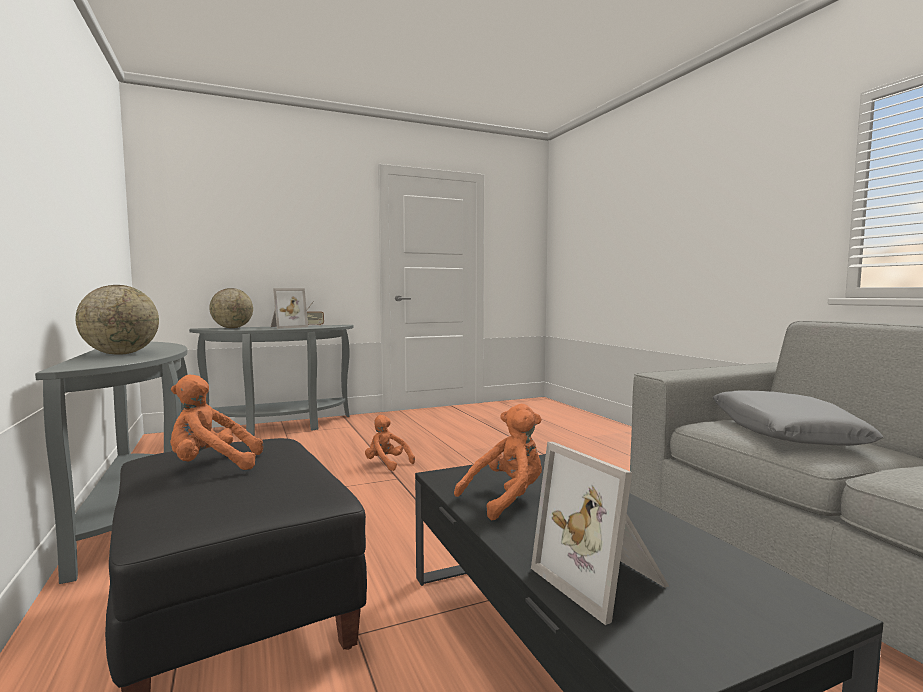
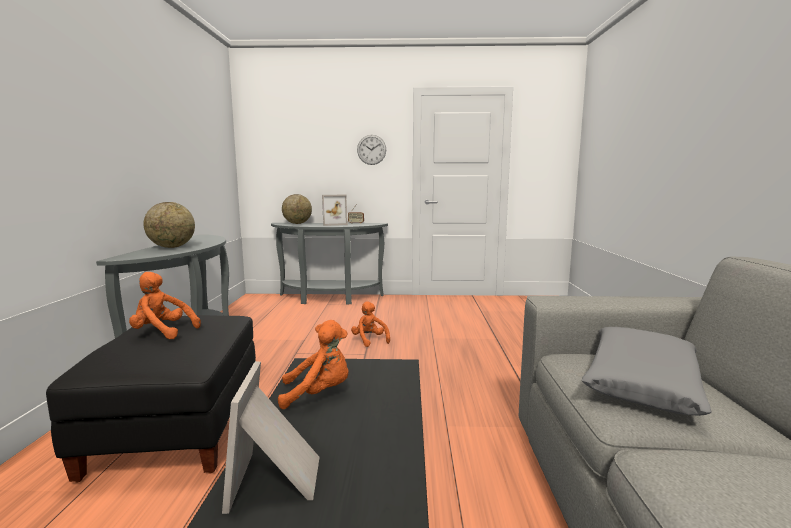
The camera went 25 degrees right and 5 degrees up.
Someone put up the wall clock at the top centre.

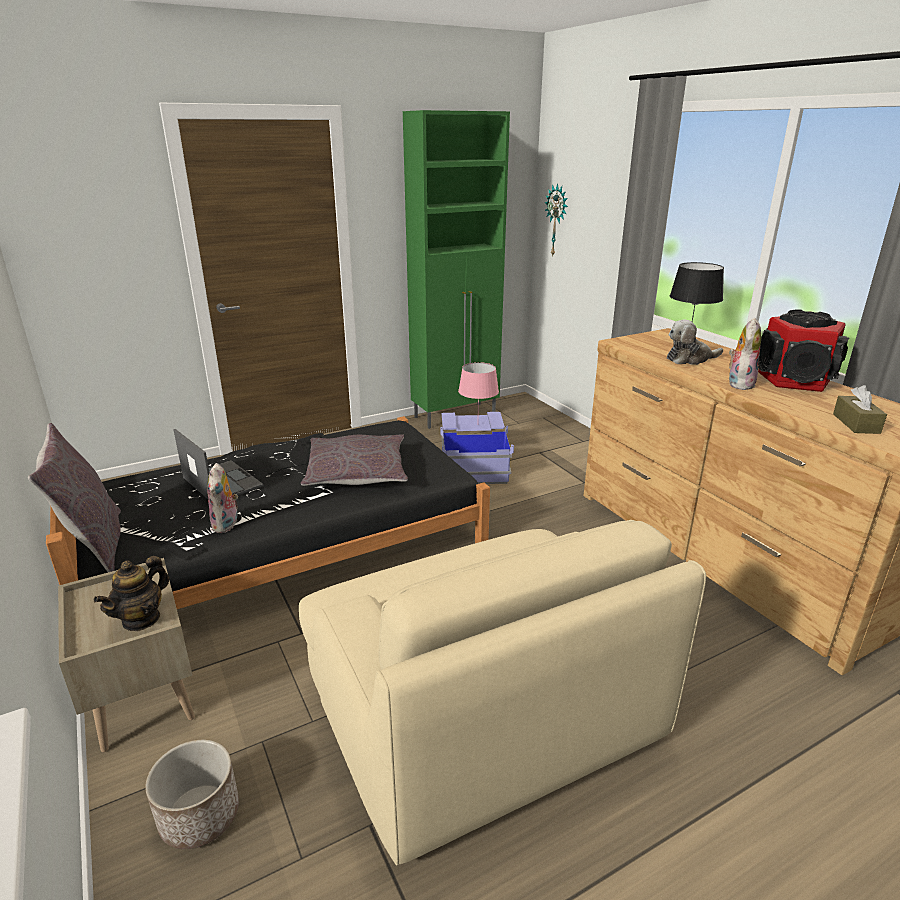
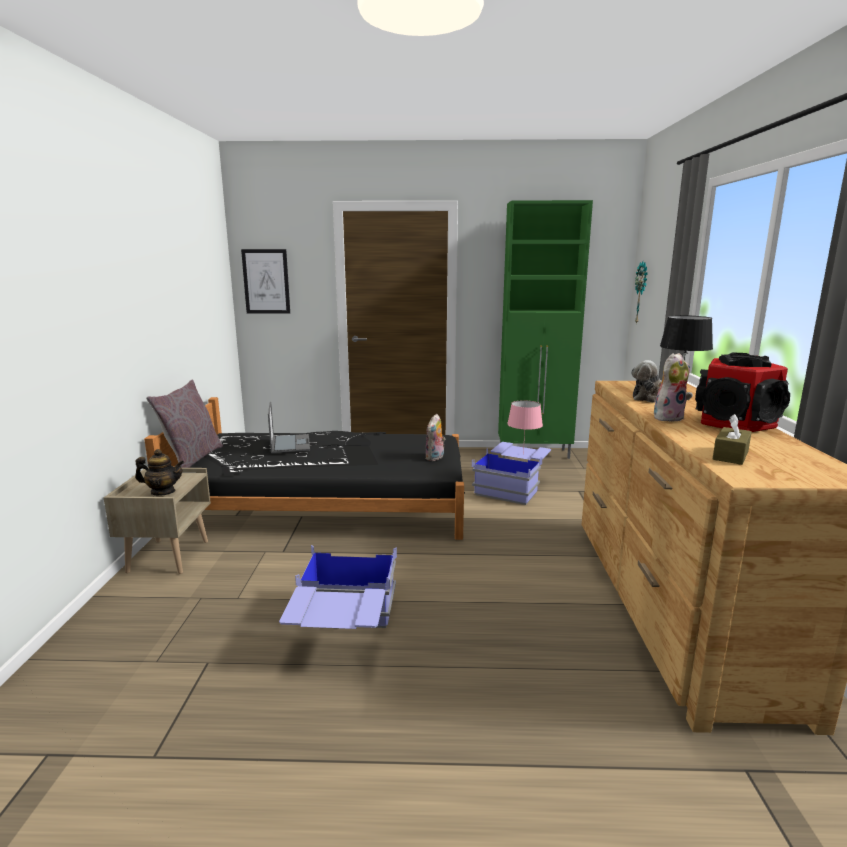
The camera went 30 degrees right and 10 degrees down.
Someone rotated the pot for tea at the middle left by 150 degrees counterclockwise.
Someone took away the planter at the bottom left.
Someone carried the plush toy (1st from left) from the middle left to the centre.
Someone swapped the armchair/sand-coloured at the bottom centre for the storage box/blue (1st from left) at the bottom centre.
Someone took away the cushion/gray (2nd from left) at the centre.
Someone put up the picture at the top left.

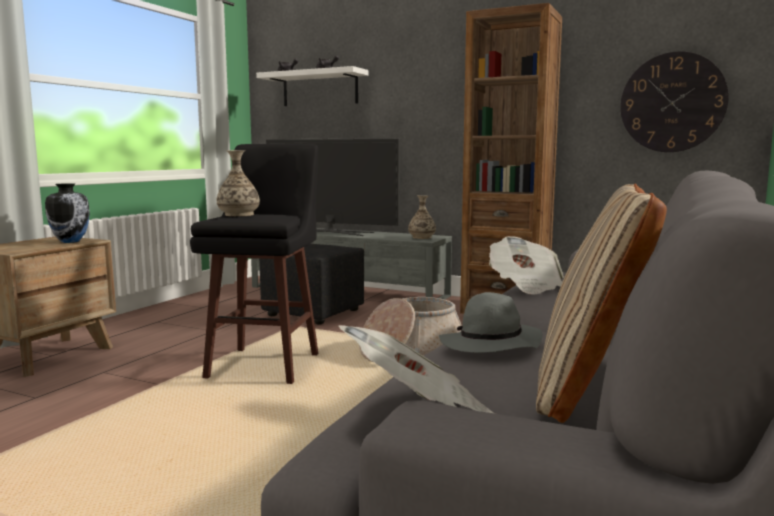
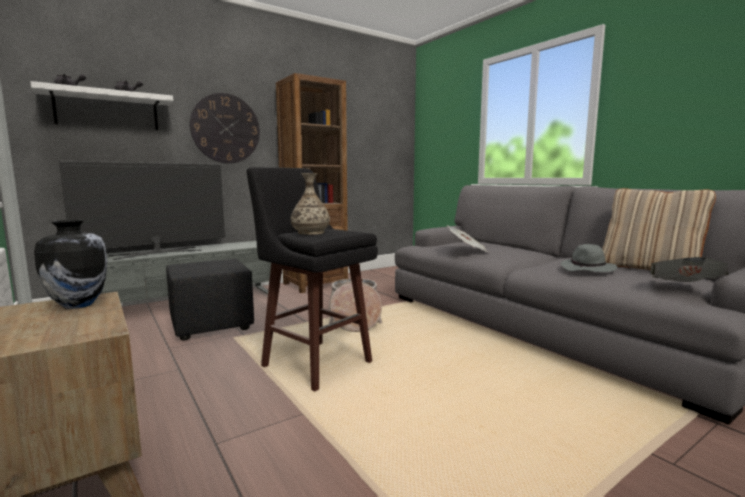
The camera went 60 degrees left and 0 degrees up.
Someone took away the vase (3rd from left) at the centre.
Someone carried the wall clock from the top right to the top left.

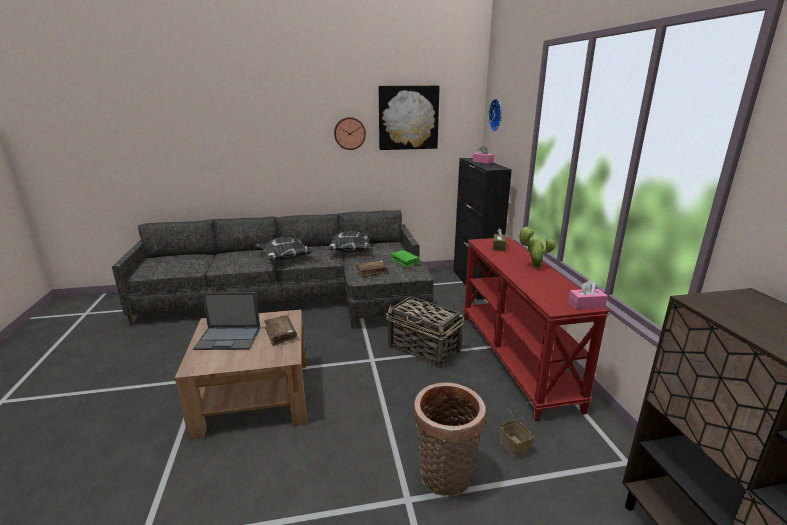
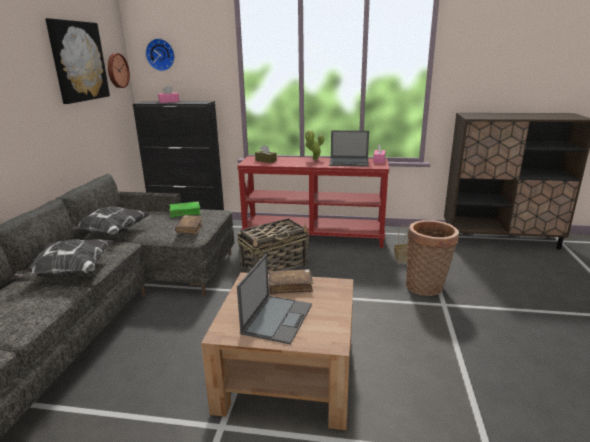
The camera went 70 degrees left and 0 degrees up.
Someone carried the wall clock (1st from left) from the top centre to the top left.
Someone put down the laptop (2nd from left) at the centre.

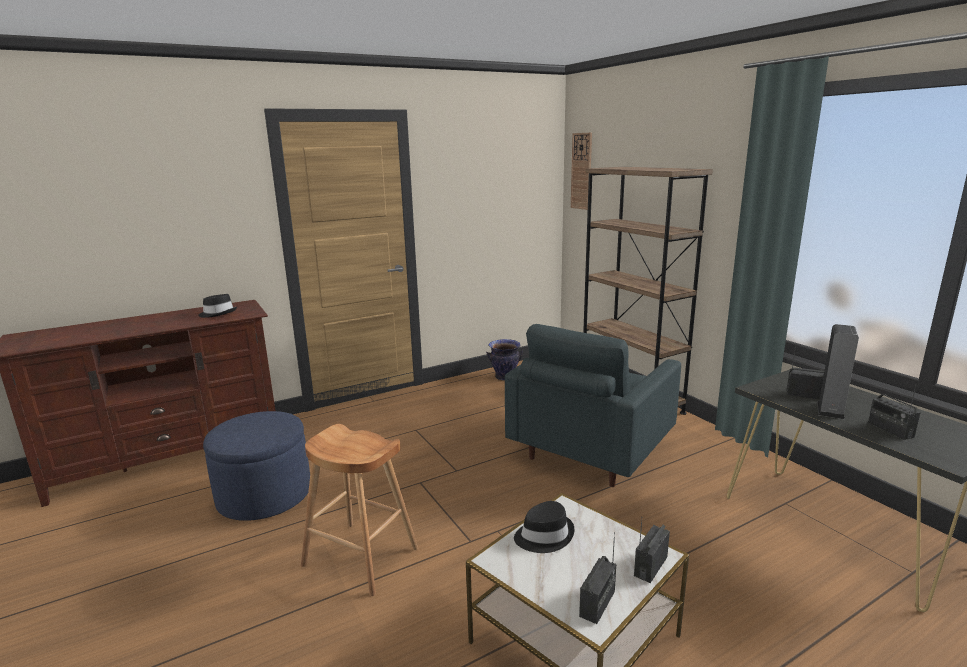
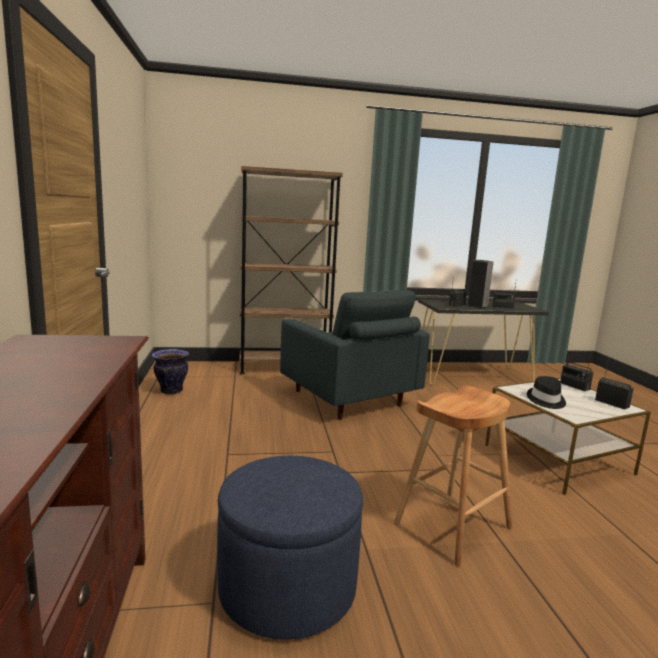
The camera went 70 degrees left and 5 degrees down.
Someone took away the hat/black-coloured (1st from left) at the middle left.
Someone took away the wall clock at the top centre.

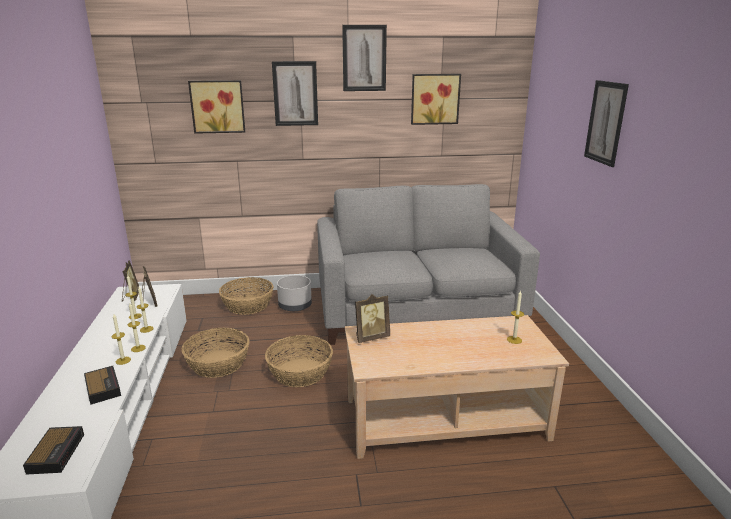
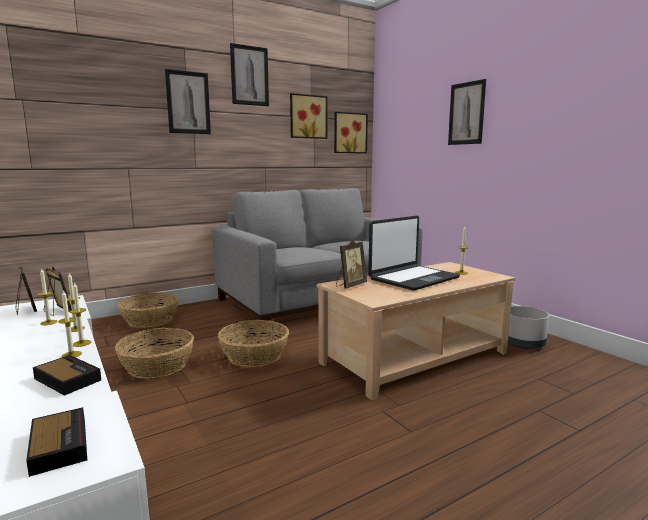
The camera went 25 degrees left and 10 degrees down.
Someone carried the picture (1st from left in the first image) from the top left to the top centre.
Someone carried the planter/gray from the centre to the middle right.
Someone put down the laptop at the centre.

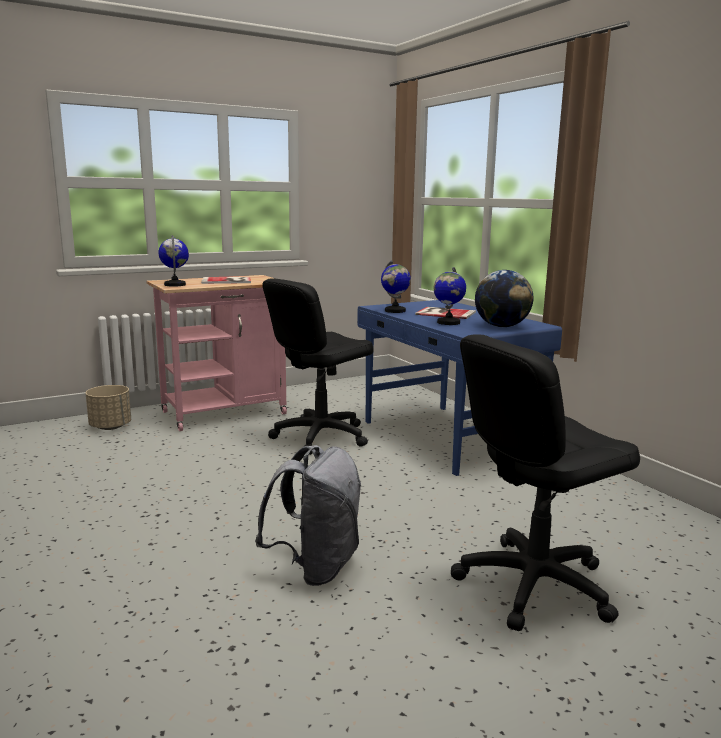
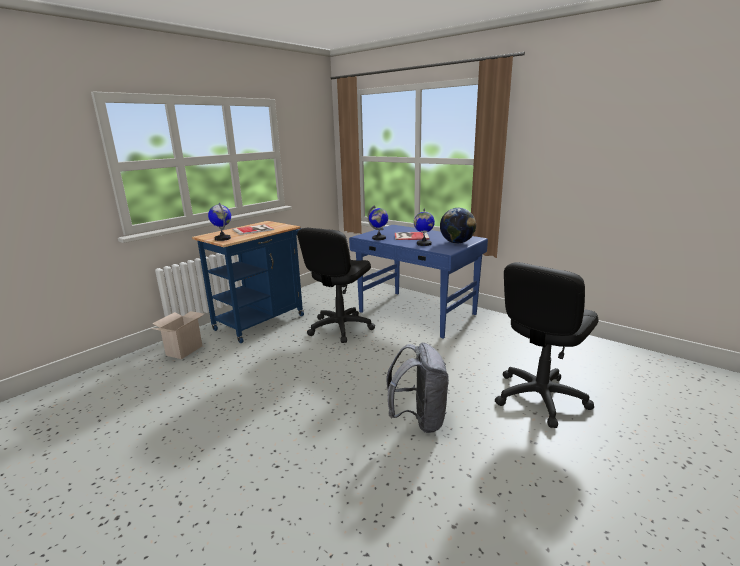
The camera went 20 degrees left and 5 degrees up.
Someone swapped the planter/sand-coloured at the middle left for the cardboard box at the middle left.
Someone repainted the wheeled cart/pink at the middle left, which became the wheeled cart/blue at the centre.

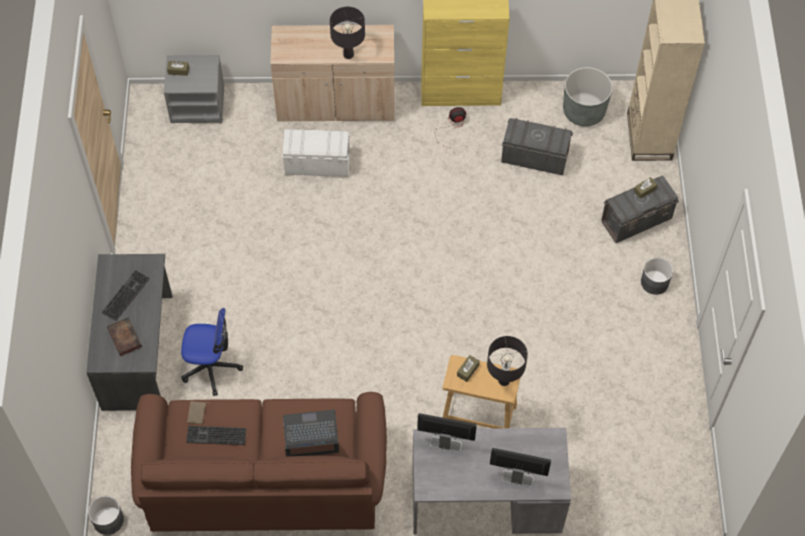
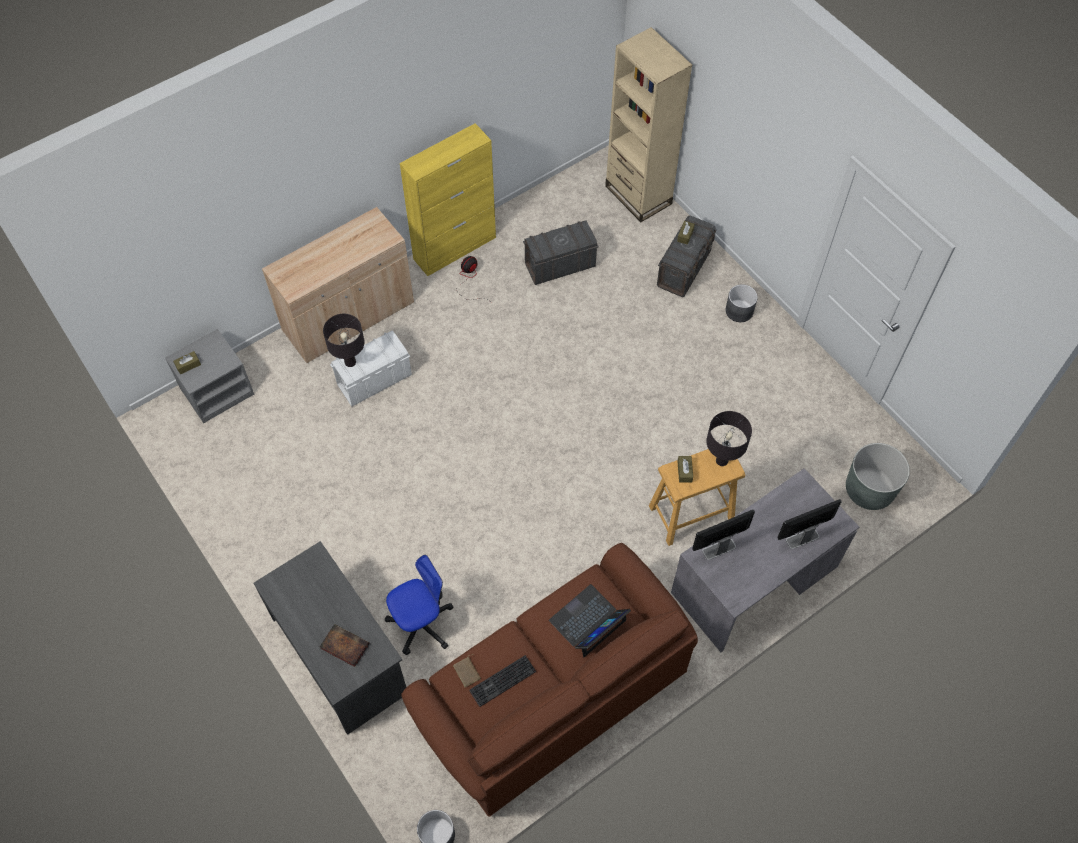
The camera went 35 degrees left and 0 degrees up.
Someone took away the keyboard (1st from left) at the middle left.
Someone carried the tabletop lamp/black-coloured (1st from left) from the top centre to the middle left.
Someone carried the planter/gray (2nd from left in the first image) from the top right to the middle right.

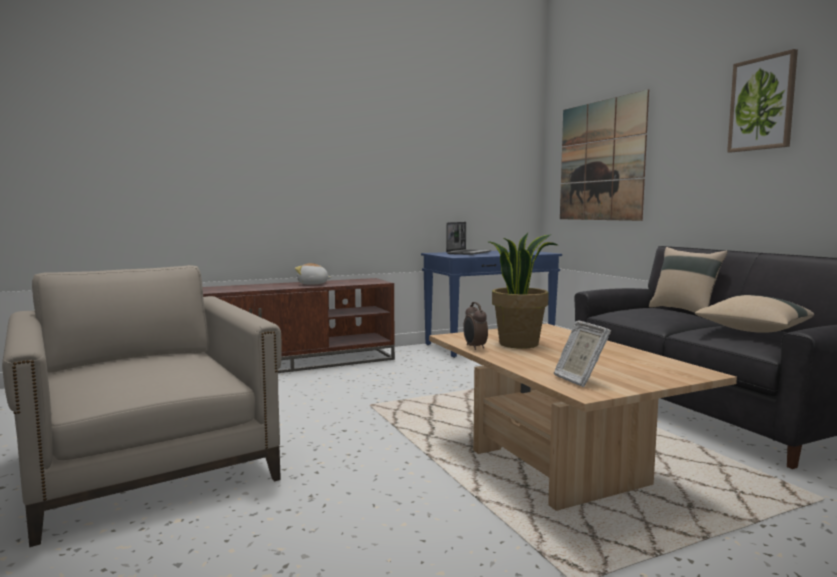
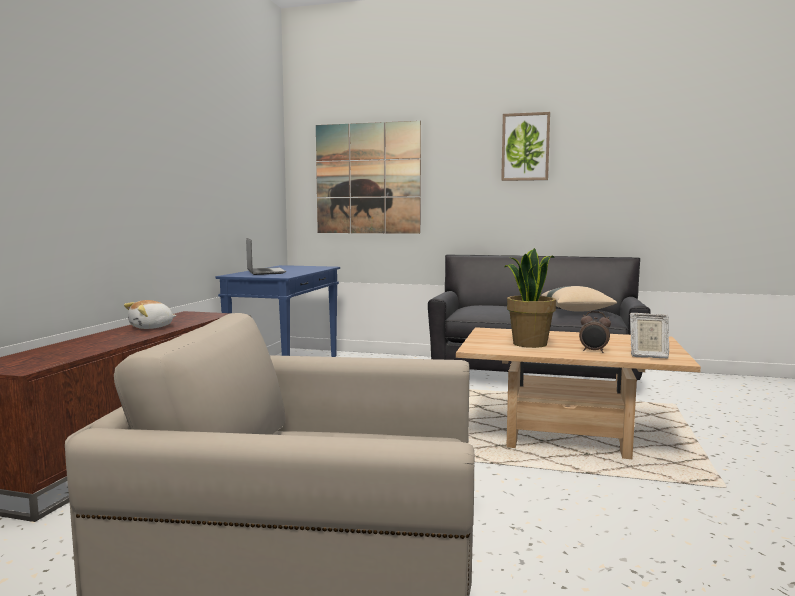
The camera went 50 degrees left and 0 degrees up.
Someone carried the alarm clock from the centre to the middle right.
Someone took away the cushion/sand-coloured (1st from left) at the middle right.

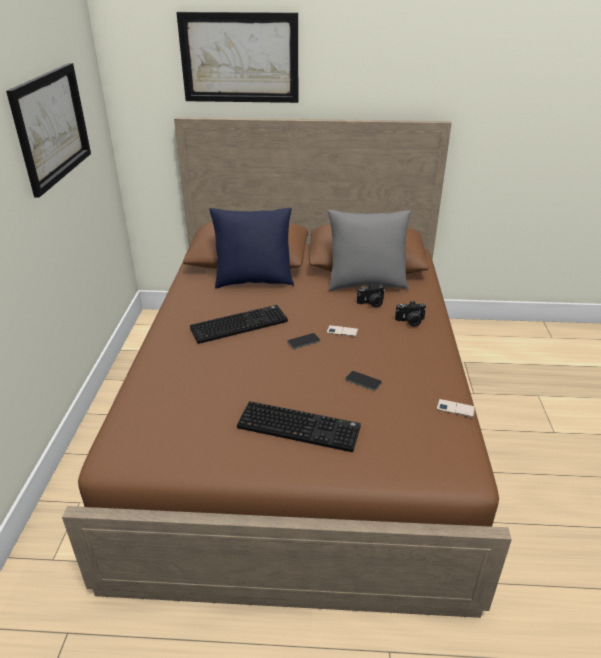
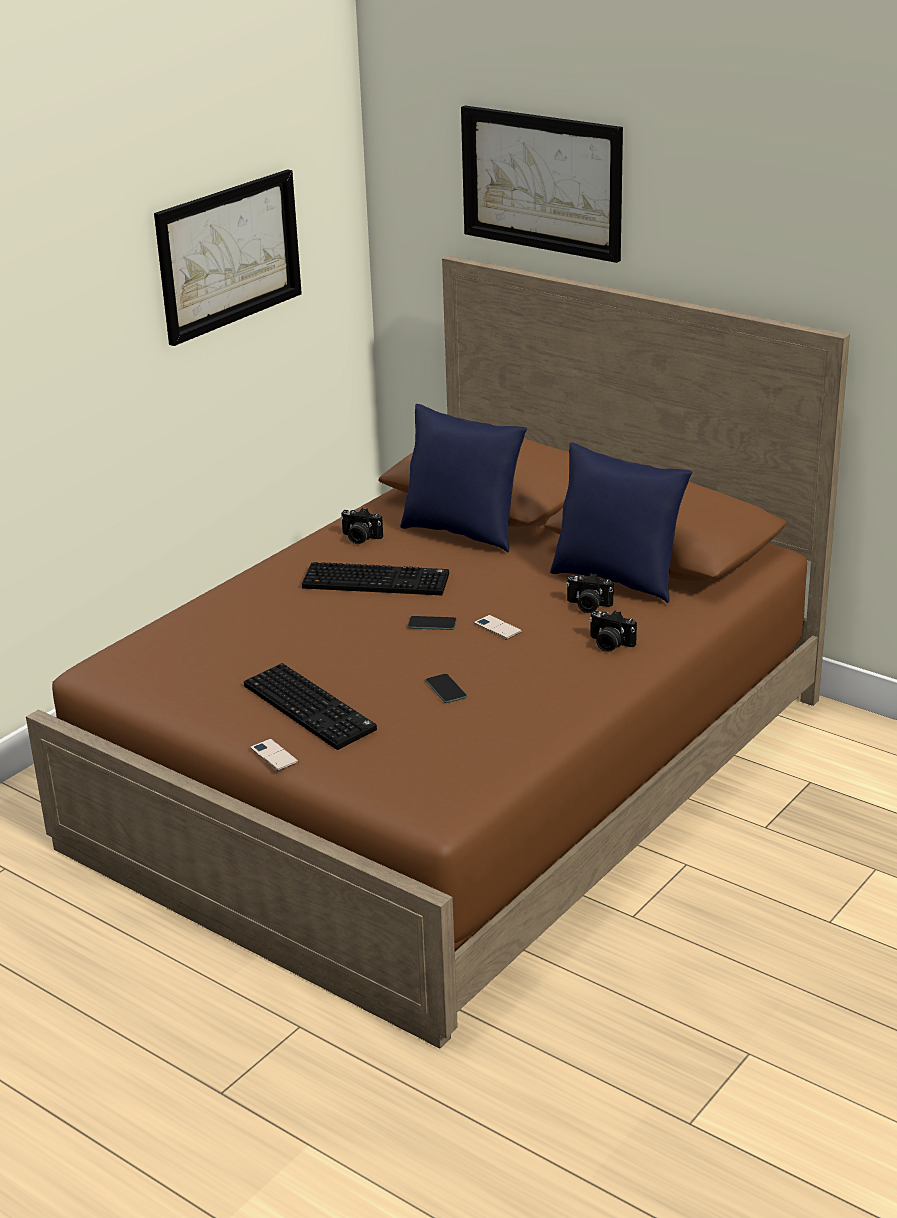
The camera went 35 degrees right and 5 degrees down.
Someone repainted the cushion/gray at the centre, which became the cushion/blue (2nd from left) at the middle right.
Someone carried the phone (4th from left in the first image) from the middle right to the middle left.
Someone put down the photo camera (1st from left) at the centre.

